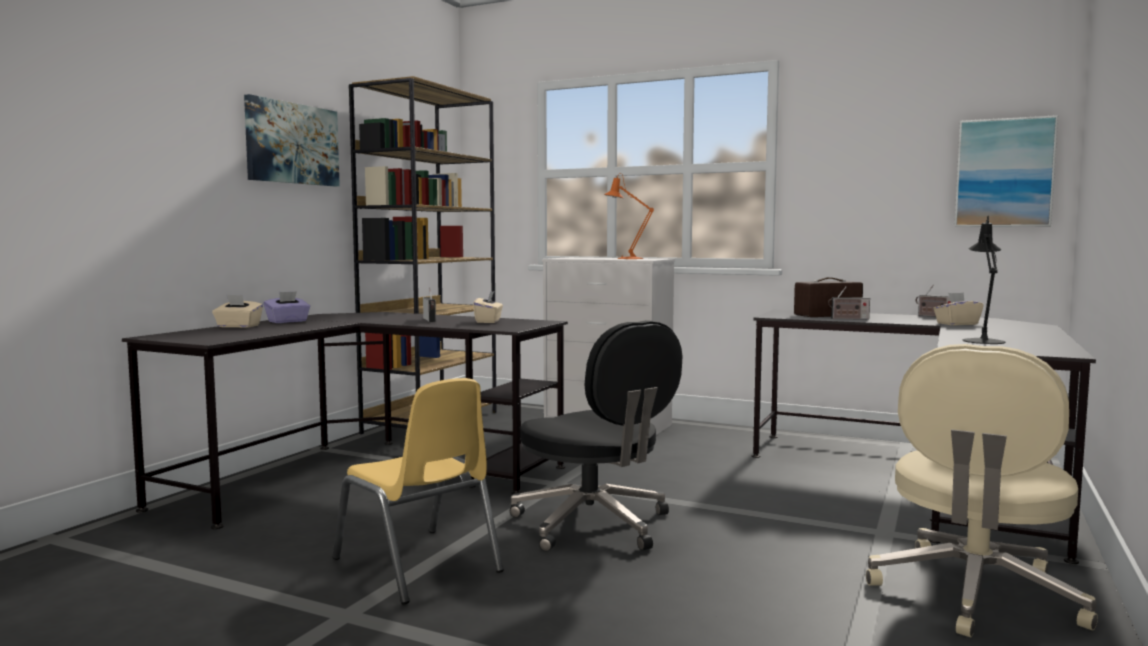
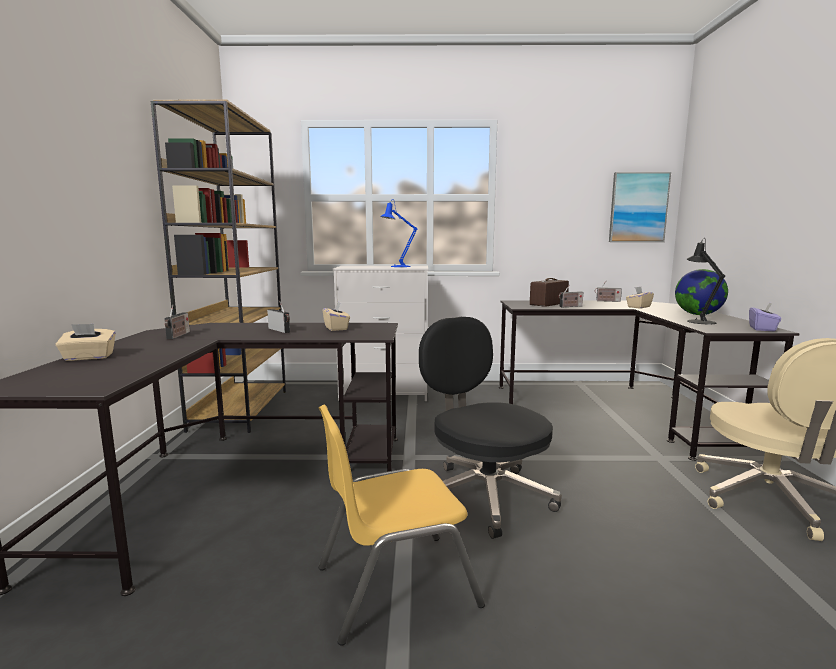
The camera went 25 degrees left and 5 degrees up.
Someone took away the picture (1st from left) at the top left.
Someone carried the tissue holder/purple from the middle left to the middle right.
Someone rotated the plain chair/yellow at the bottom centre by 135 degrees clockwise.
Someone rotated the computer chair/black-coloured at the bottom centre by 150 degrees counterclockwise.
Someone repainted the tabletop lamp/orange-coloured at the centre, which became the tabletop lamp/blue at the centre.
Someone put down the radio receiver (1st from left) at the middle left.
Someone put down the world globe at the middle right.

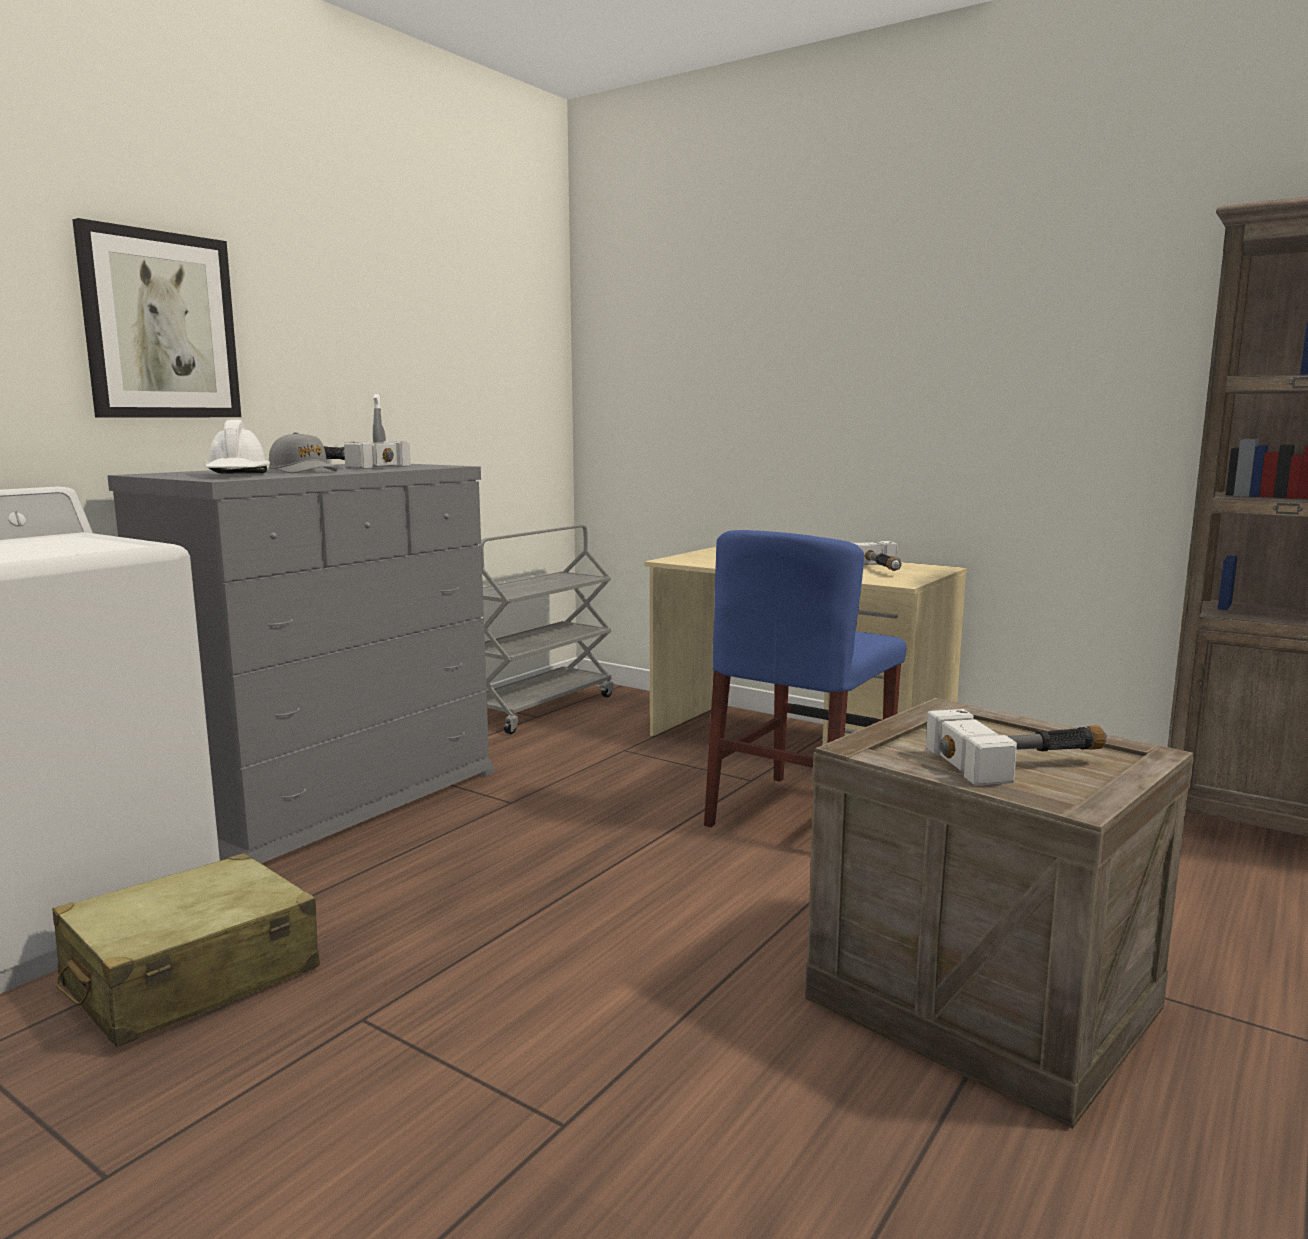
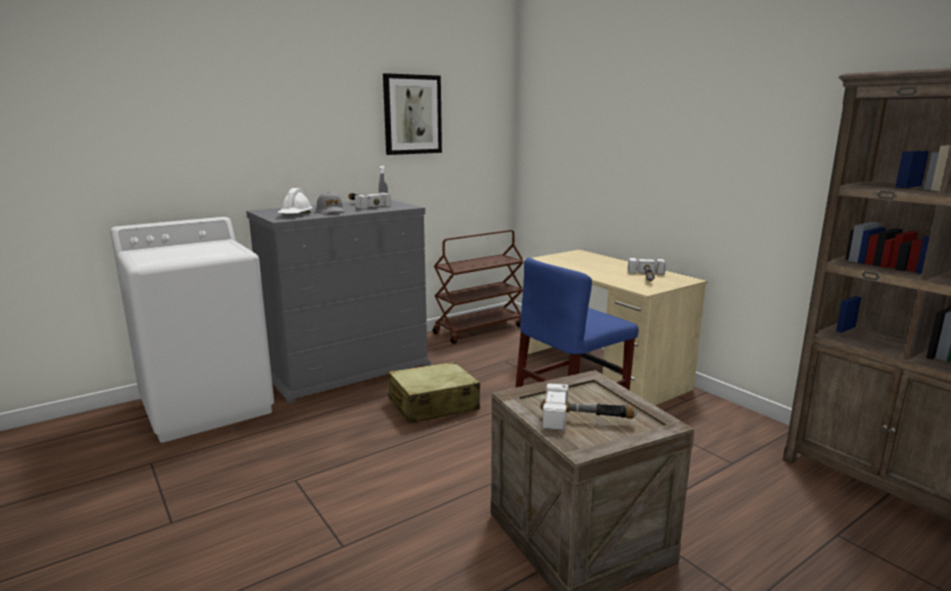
The camera went 20 degrees right and 5 degrees up.
Someone carried the piece of luggage/sand-coloured from the bottom left to the centre.
Someone carried the picture from the top left to the top centre.
Someone repainted the wheeled cart/gray at the centre, which became the wheeled cart/brown at the centre.

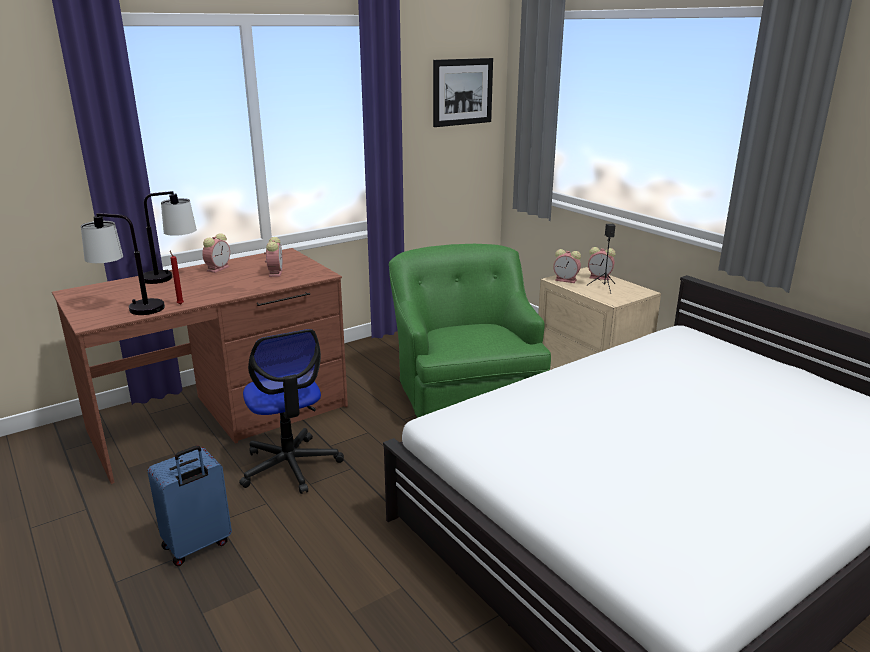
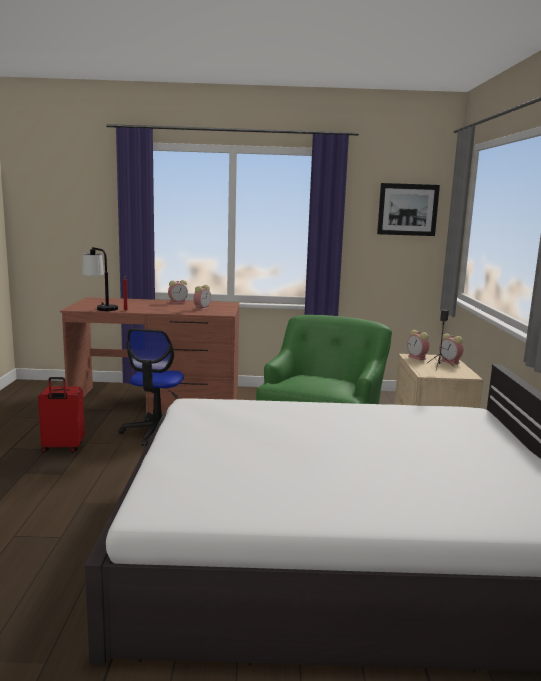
The camera went 35 degrees right and 10 degrees down.
Someone took away the tabletop lamp (2nd from left) at the middle left.
Someone repainted the piece of luggage/blue at the bottom left, which became the piece of luggage/reddish at the middle left.

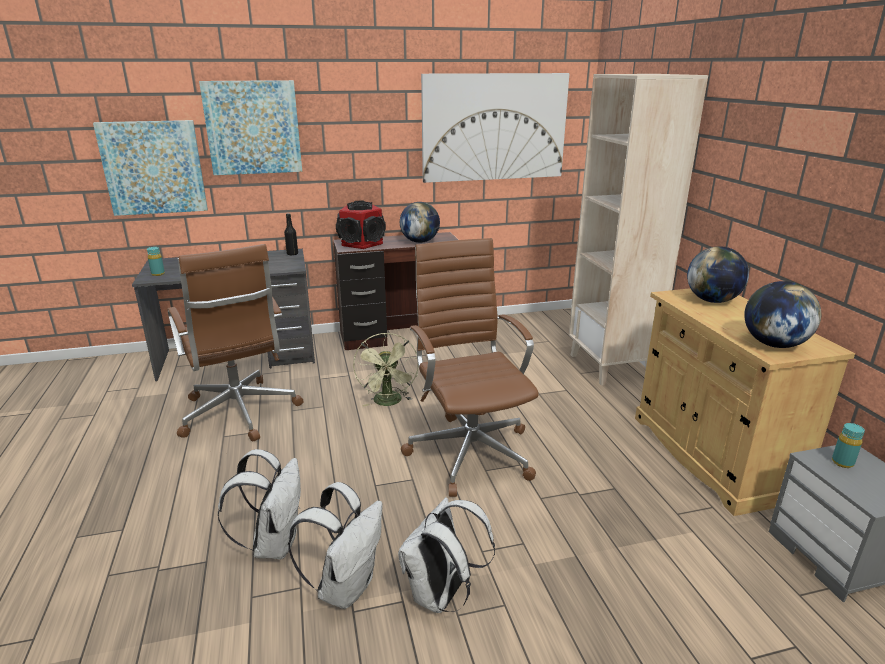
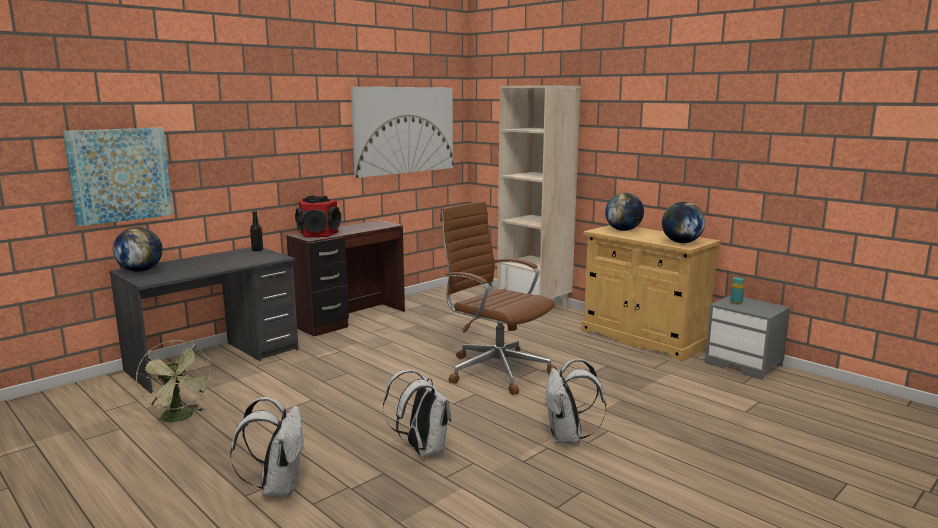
The camera went 30 degrees left and 10 degrees down.
Someone took away the bottle/turquoise (1st from left) at the middle left.
Someone took away the computer chair/brown (1st from left) at the middle left.
Someone took away the picture (2nd from left) at the top left.
Someone carried the backpack/white-coloured (2nd from left in the first image) from the bottom centre to the bottom left.
Someone carried the fan/greenish from the centre to the bottom left.
Someone carried the world globe (1st from left) from the centre to the middle left.

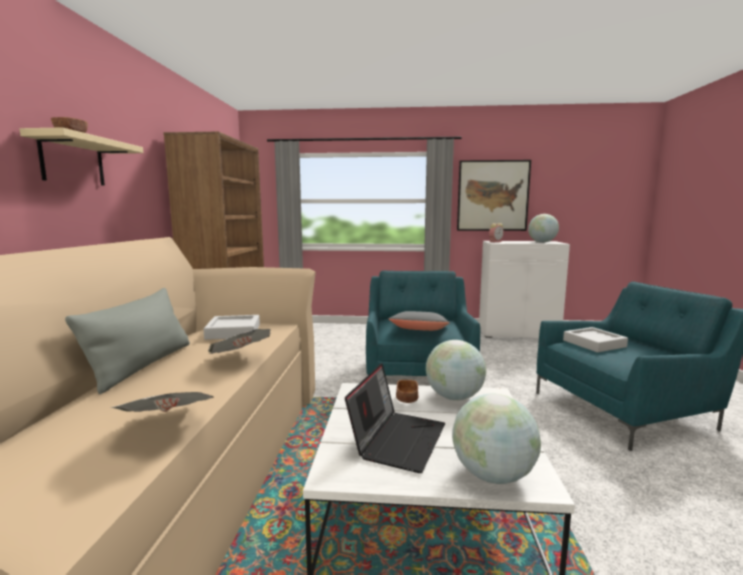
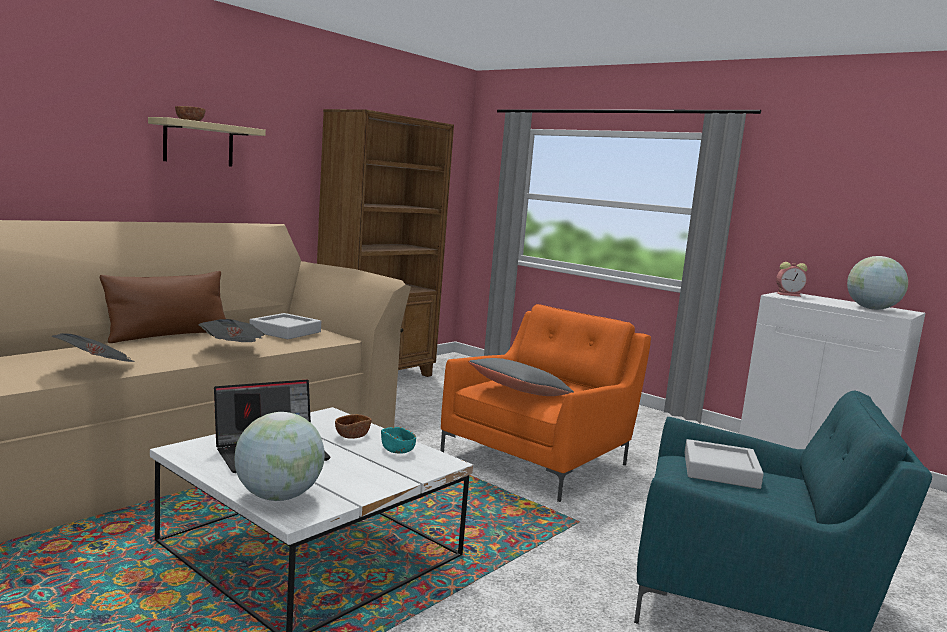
The camera went 35 degrees right and 0 degrees up.
Someone repainted the cushion/gray (1st from left) at the middle left, which became the cushion/brown at the middle left.
Someone repainted the armchair/turquoise (1st from left) at the centre, which became the armchair/orange-coloured at the centre.
Someone swapped the world globe (1st from left) at the centre for the deep dish/turquoise at the bottom centre.
Someone took away the picture at the centre.

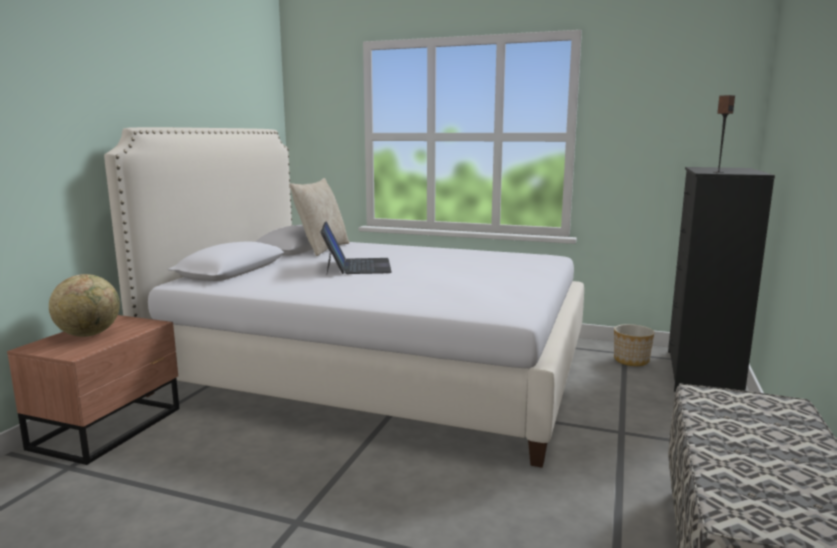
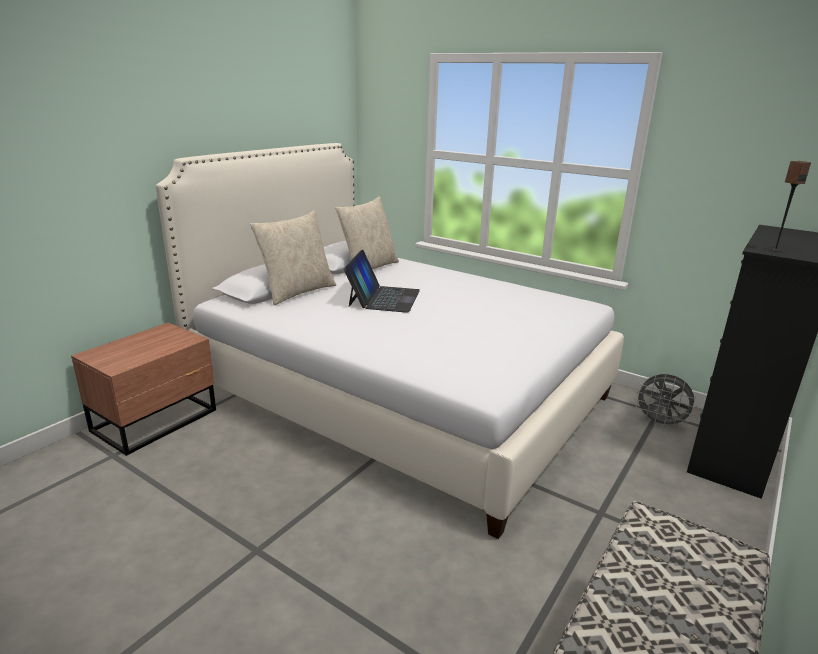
The camera went 15 degrees right and 10 degrees up.
Someone took away the world globe at the middle left.
Someone swapped the planter at the middle right for the fan/gray at the middle right.
Someone put down the cushion/sand-coloured (1st from left) at the centre.

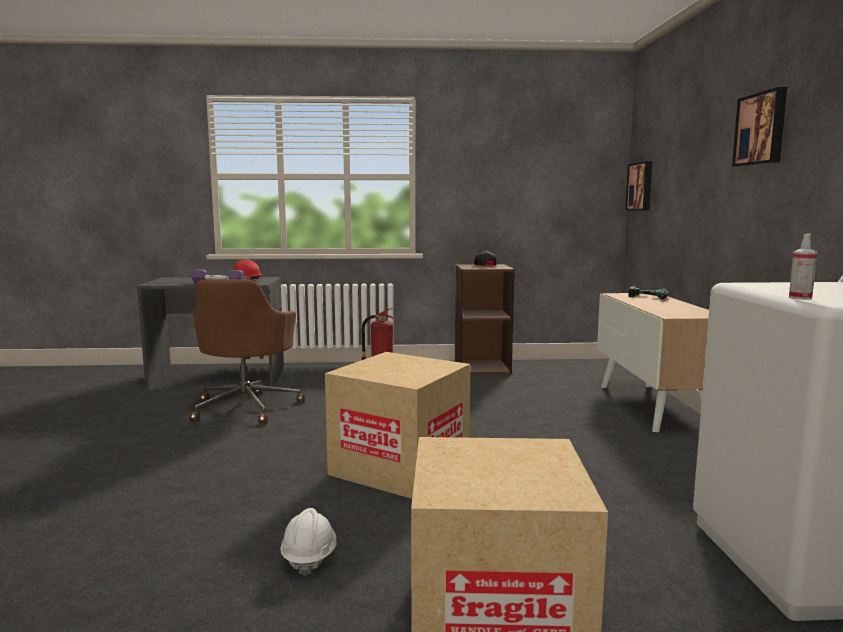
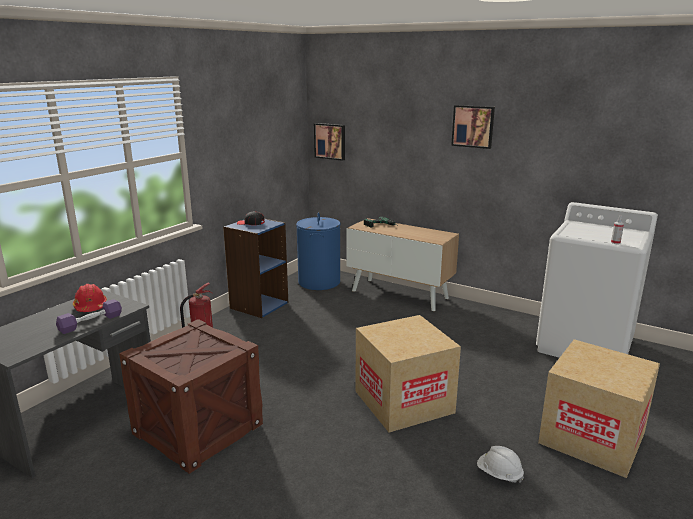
The camera went 55 degrees left and 10 degrees up.
Someone swapped the computer chair/brown at the middle left for the crate at the bottom left.
Someone repainted the bookcase/brown at the centre, which became the bookcase/blue at the centre.
Someone put down the hamper/blue at the centre.

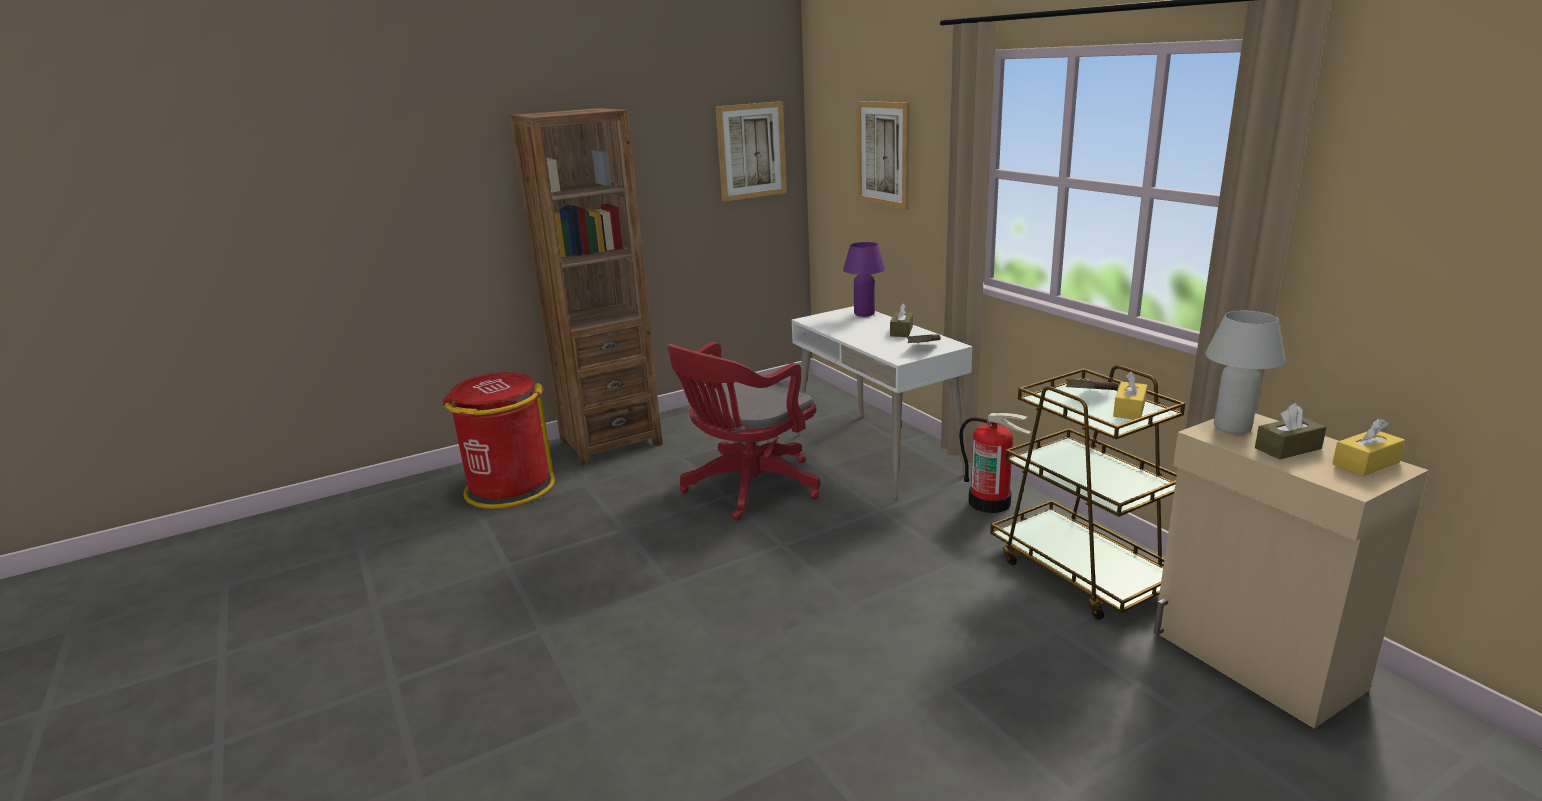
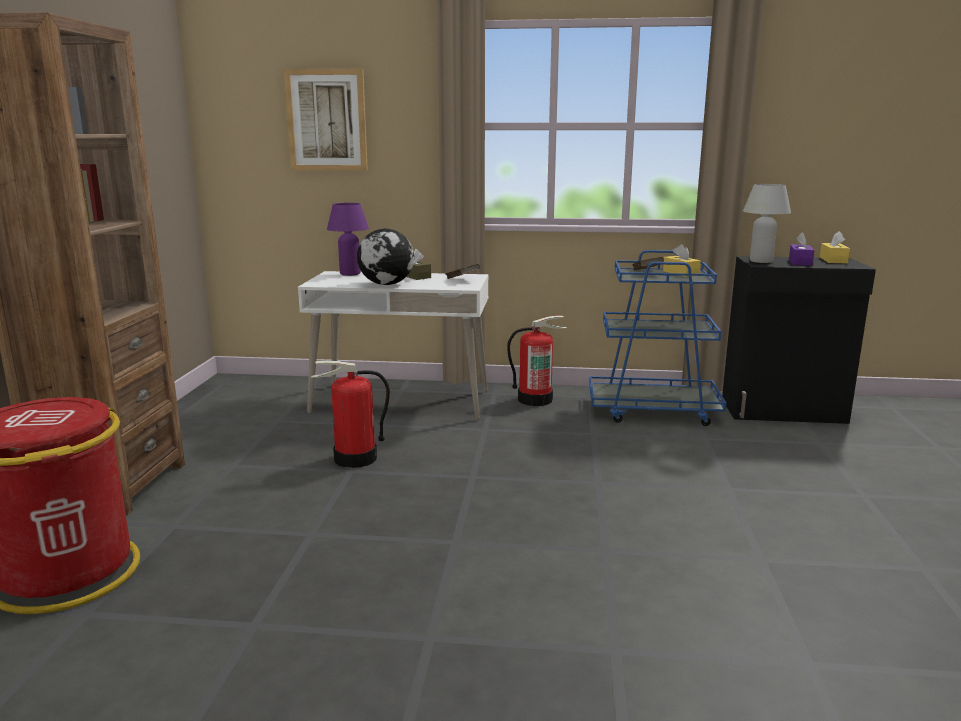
The camera went 55 degrees left and 5 degrees down.
Someone swapped the computer chair/reddish at the centre for the fire extinguisher (1st from left) at the centre.
Someone took away the picture (1st from left) at the top centre.
Someone repainted the wheeled cart/brown at the middle right, which became the wheeled cart/blue at the middle right.
Someone repainted the storage cabinet/sand-coloured at the bottom right, which became the storage cabinet/black-coloured at the middle right.
Someone repainted the tissue holder/brown (2nd from left) at the middle right, which became the tissue holder/purple at the middle right.
Someone put down the world globe at the centre.

